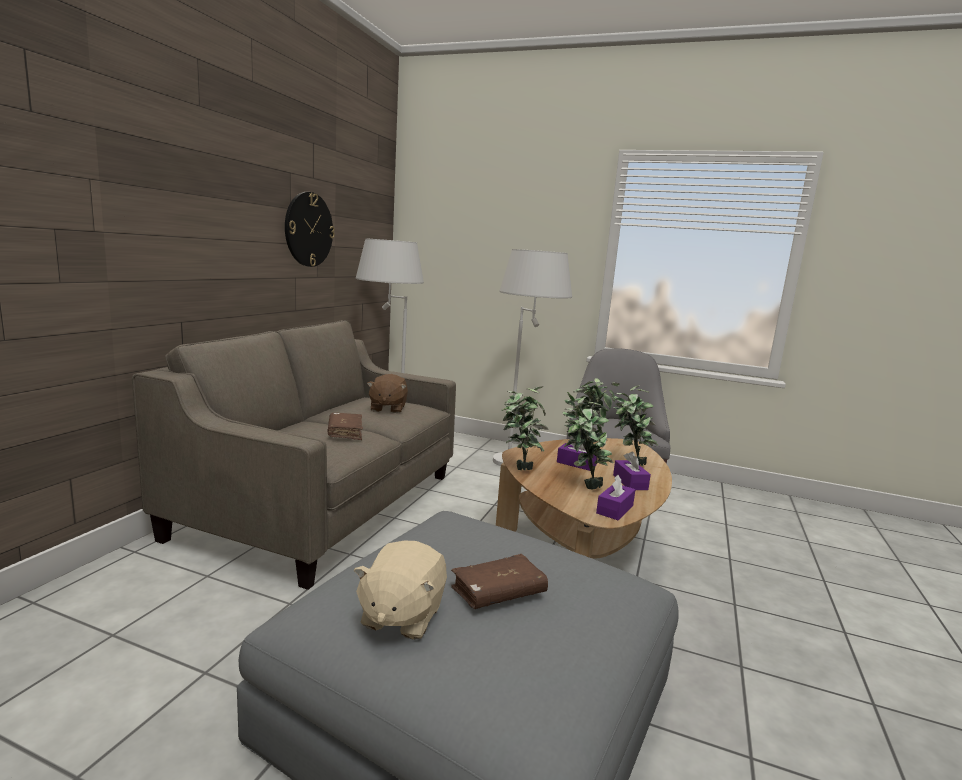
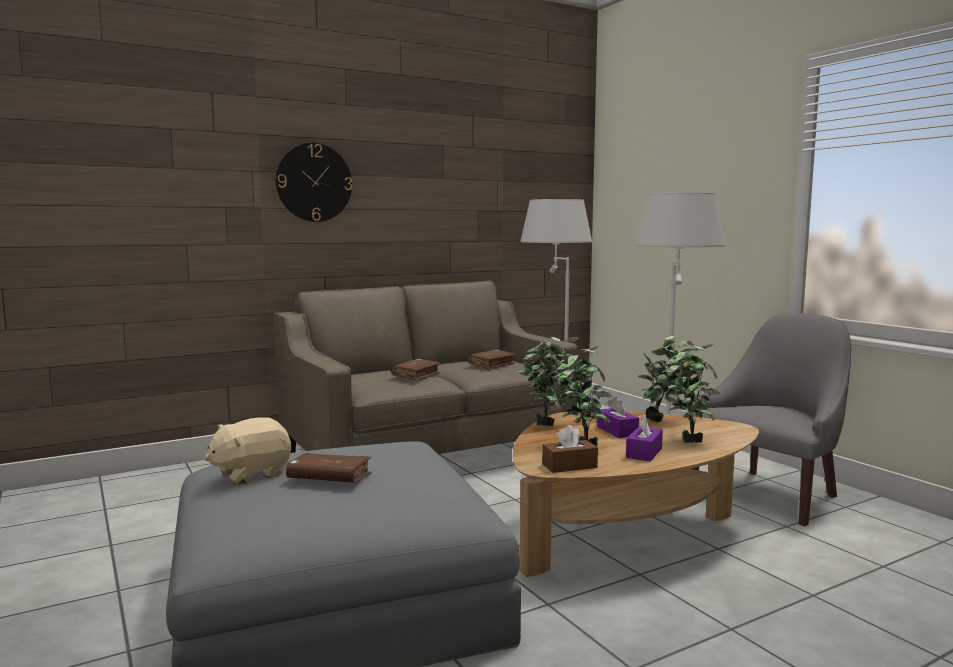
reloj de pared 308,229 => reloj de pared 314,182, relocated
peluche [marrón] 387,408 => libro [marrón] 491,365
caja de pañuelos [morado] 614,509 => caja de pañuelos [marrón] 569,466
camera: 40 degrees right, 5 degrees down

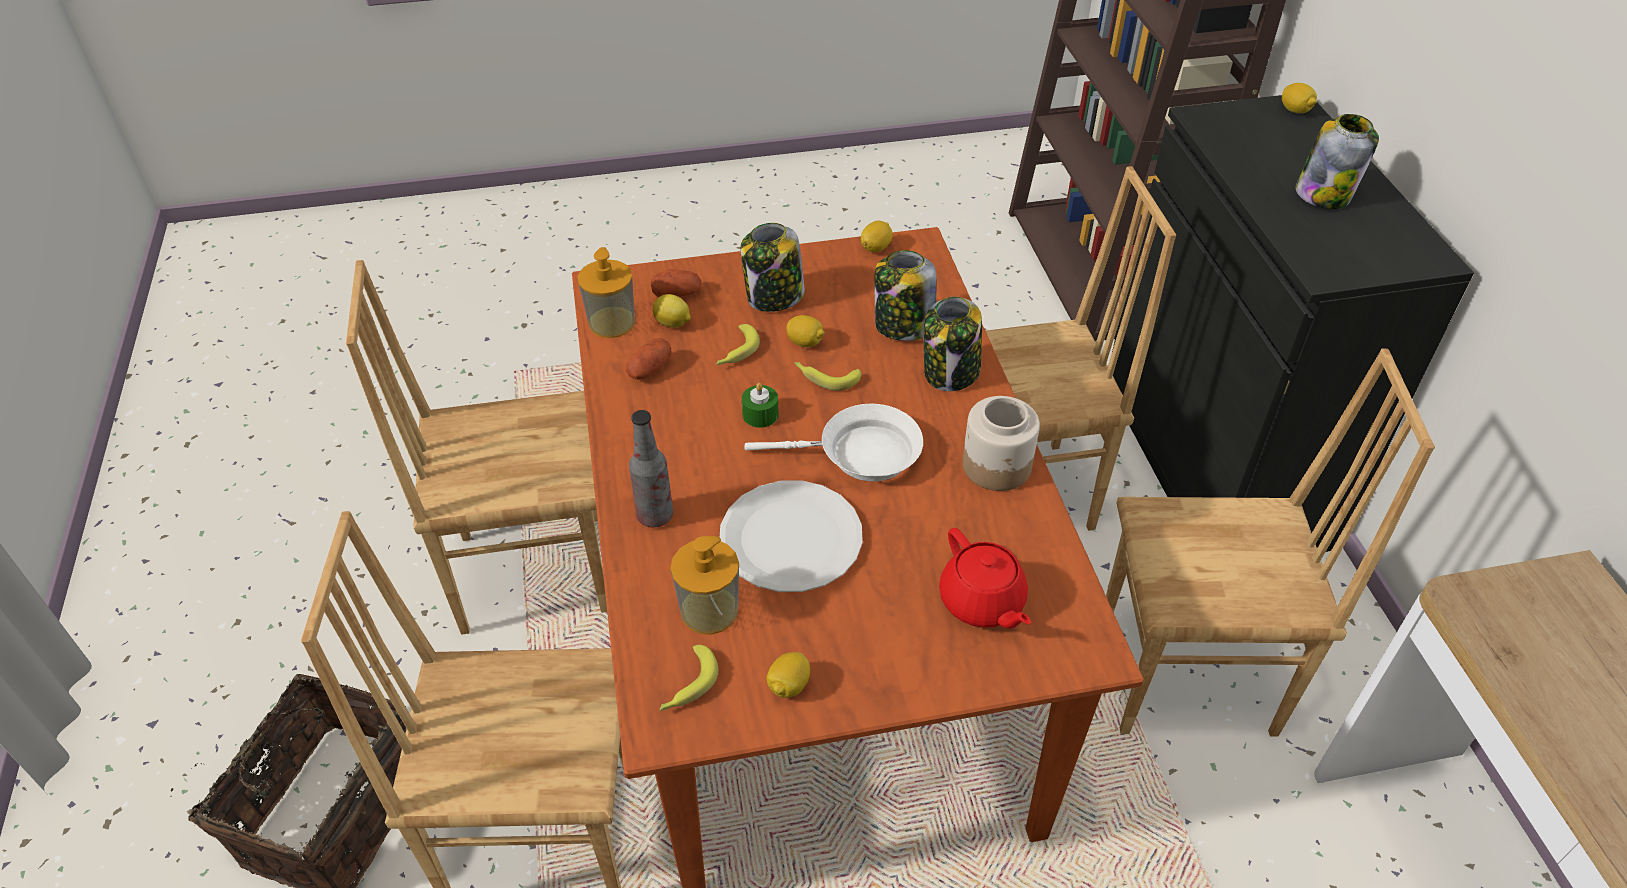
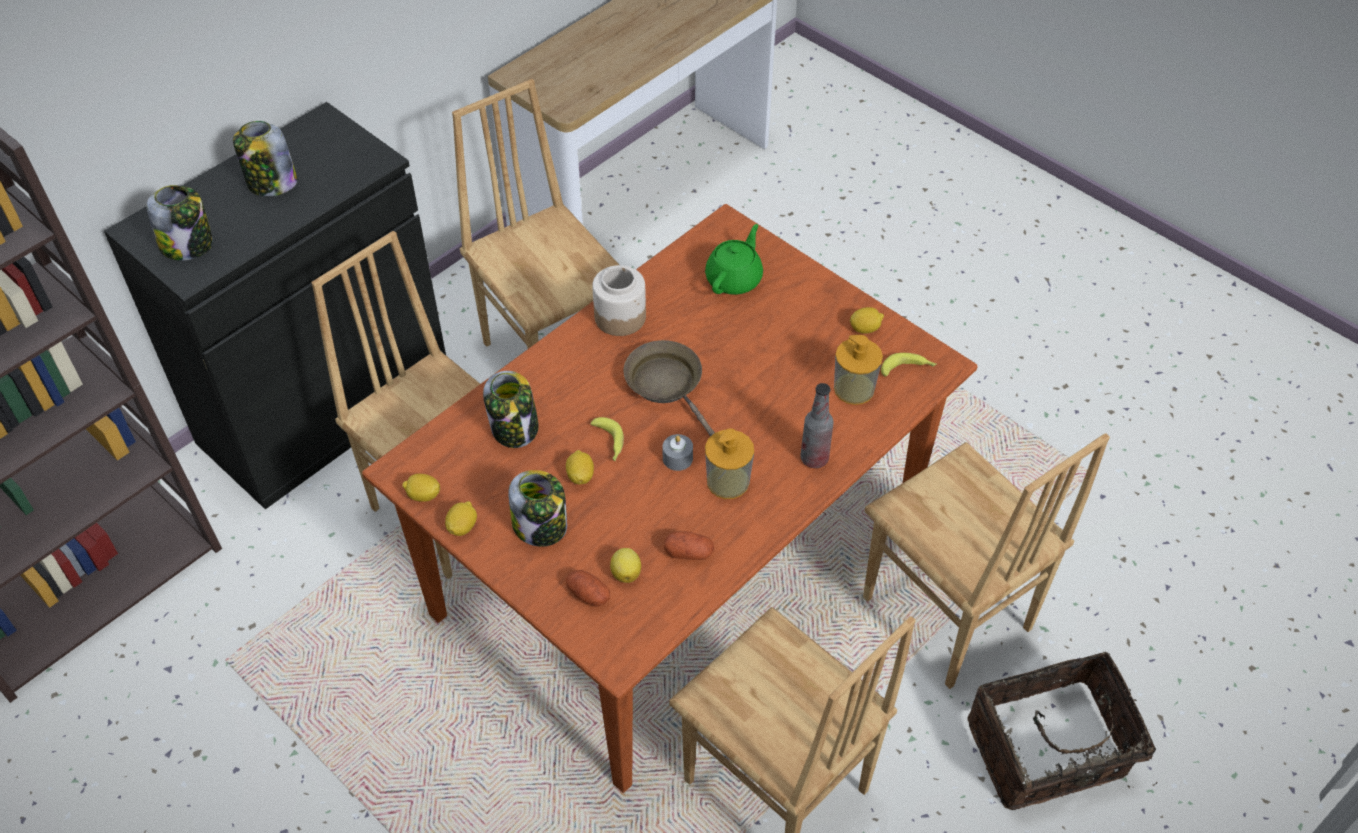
plátano 736,352 => nothing
plato [blanco] 790,539 => nothing
dispensador de jabón 612,322 => dispensador de jabón 728,481, relocated
tarro 951,372 => tarro 188,245, relocated
limón 1295,110 => limón 462,526, relocated
vela [verde] 760,414 => vela [gris] 677,458
sartén [blanco] 861,454 => sartén [marrón] 668,385
tetera [rojo] 982,602 => tetera [verde] 734,279
camera: 125 degrees left, 5 degrees up

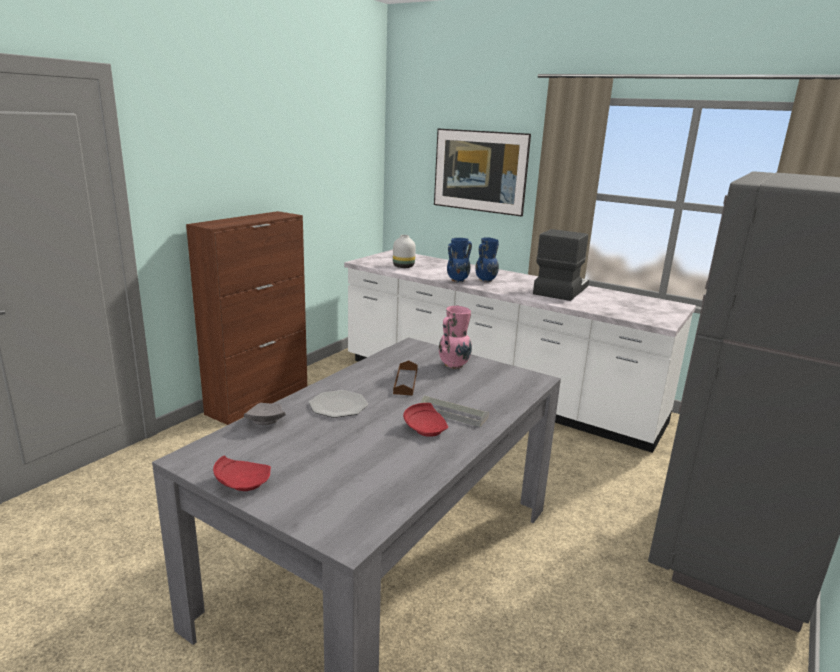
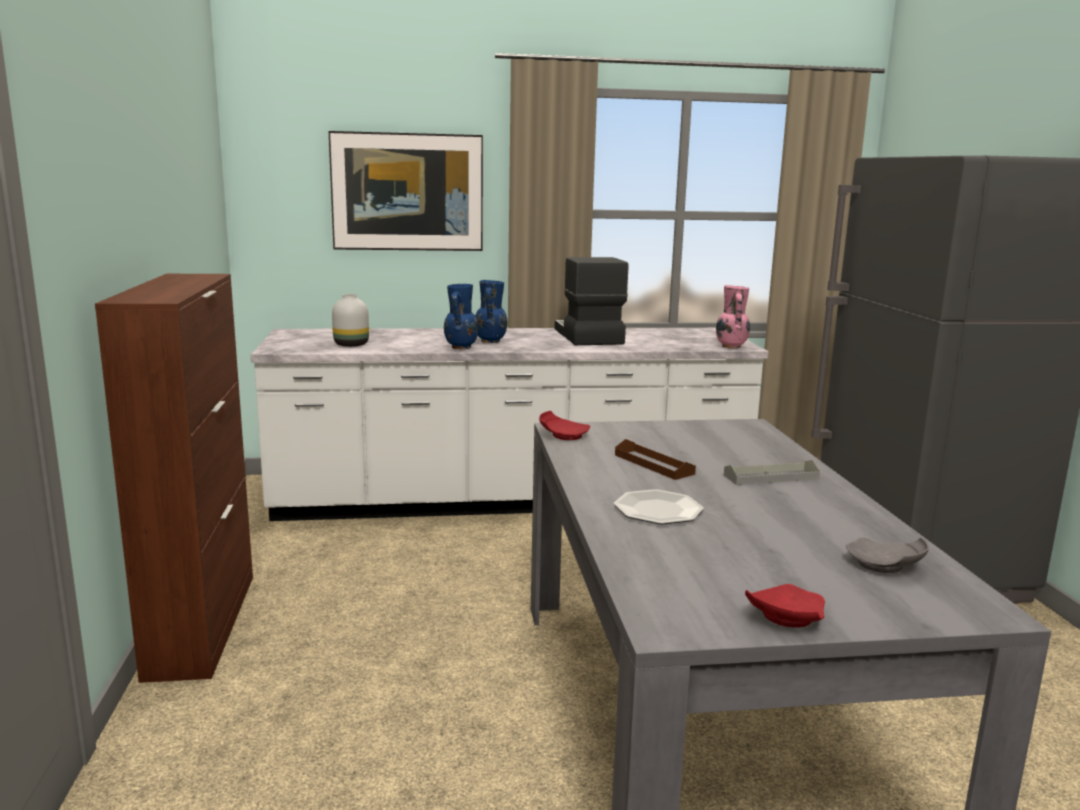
plato [gris] 265,421 => plato [gris] 885,567, relocated
plato [rojo] 426,428 => plato [rojo] 563,435, relocated
florero [rosa] 454,365 => florero [rosa] 731,347, relocated
camera: 40 degrees left, 5 degrees down

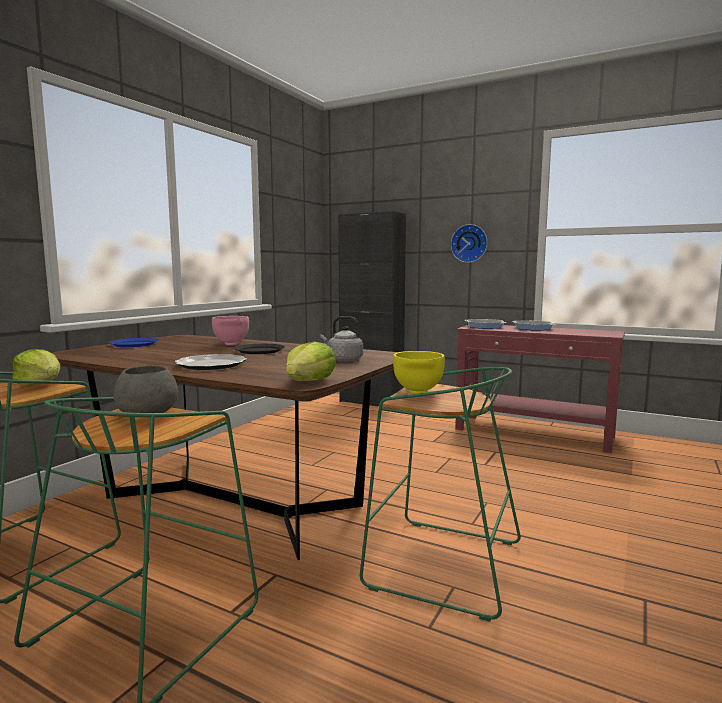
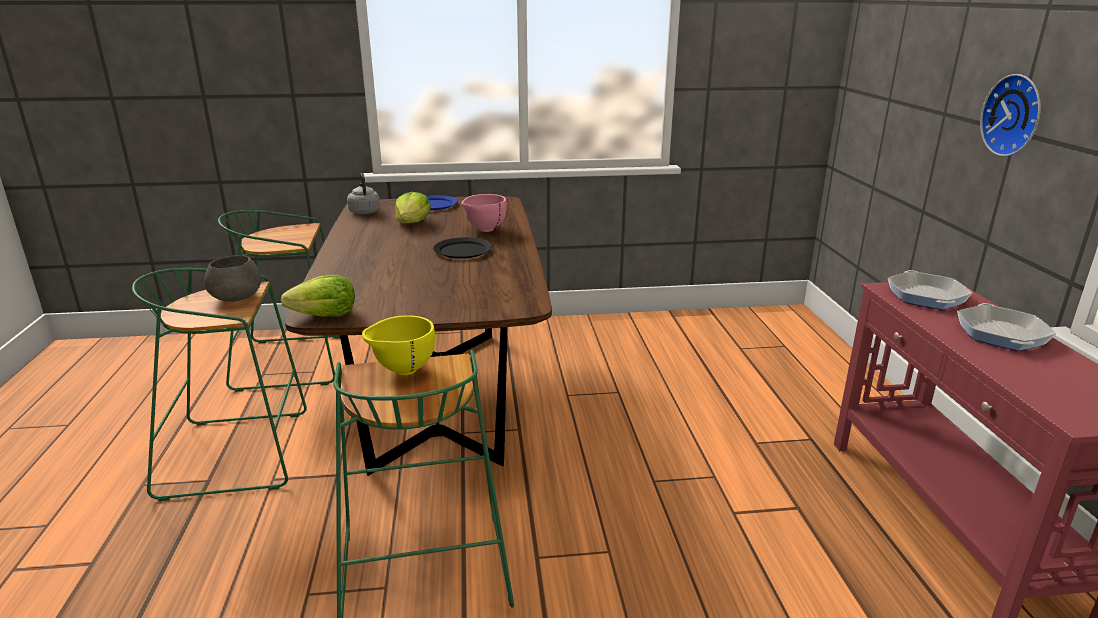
plato 211,365 => nothing
armario [negro] 371,402 => nothing
lechuga 40,384 => lechuga 412,223, relocated
hervidor [gris] 343,360 => hervidor [gris] 364,211, relocated
camera: 55 degrees right, 15 degrees up

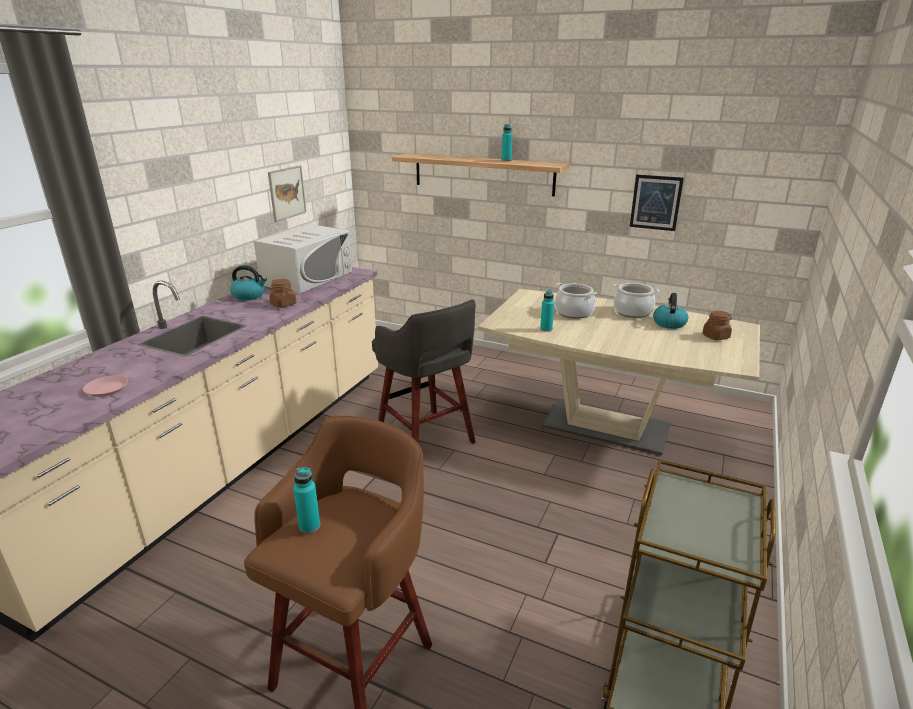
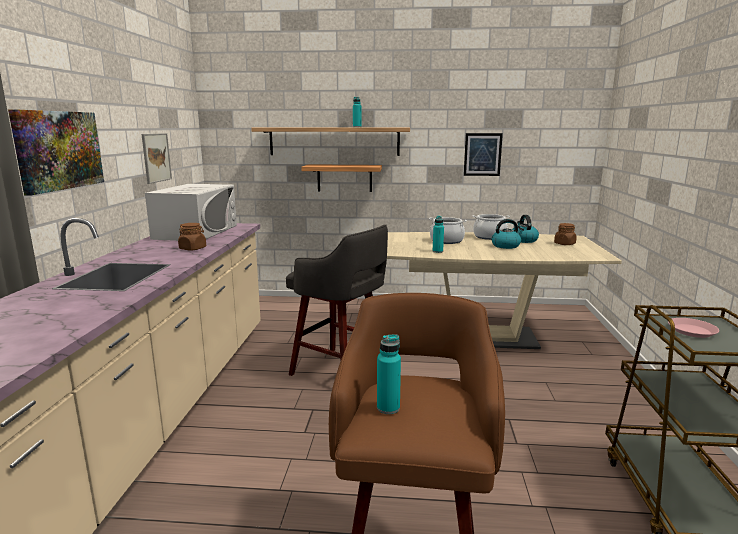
nothing => cuadro 59,150
nothing => estante 344,178
plato [rosa] 107,389 => plato [rosa] 692,331, relocated
hervidor 249,296 => hervidor 506,246, relocated
camera: 20 degrees left, 10 degrees down

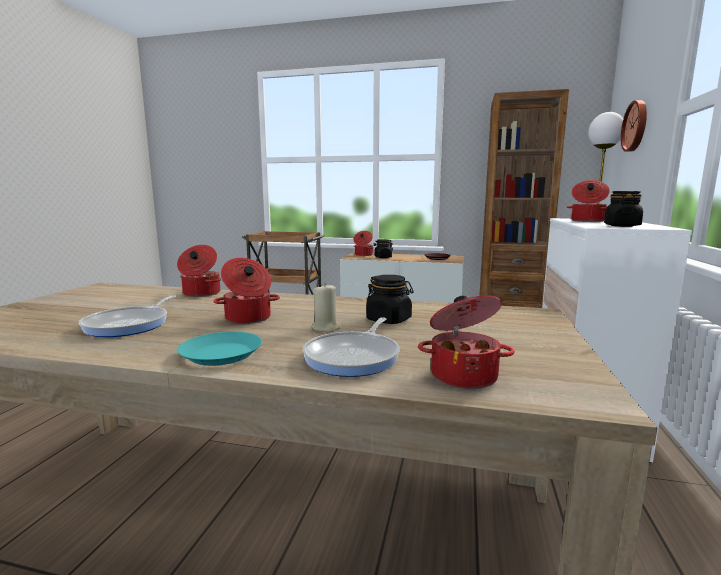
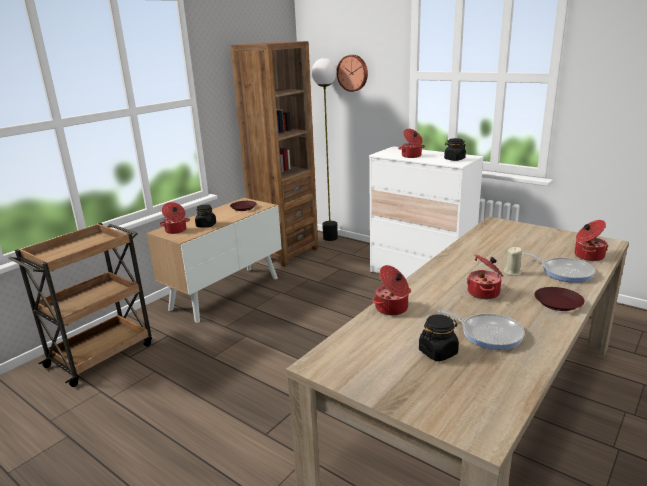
tarro [negro] 389,320 => tarro [negro] 438,352, relocated
plato [turquesa] 220,354 => plato [marrón] 558,303
camera: 65 degrees left, 10 degrees up

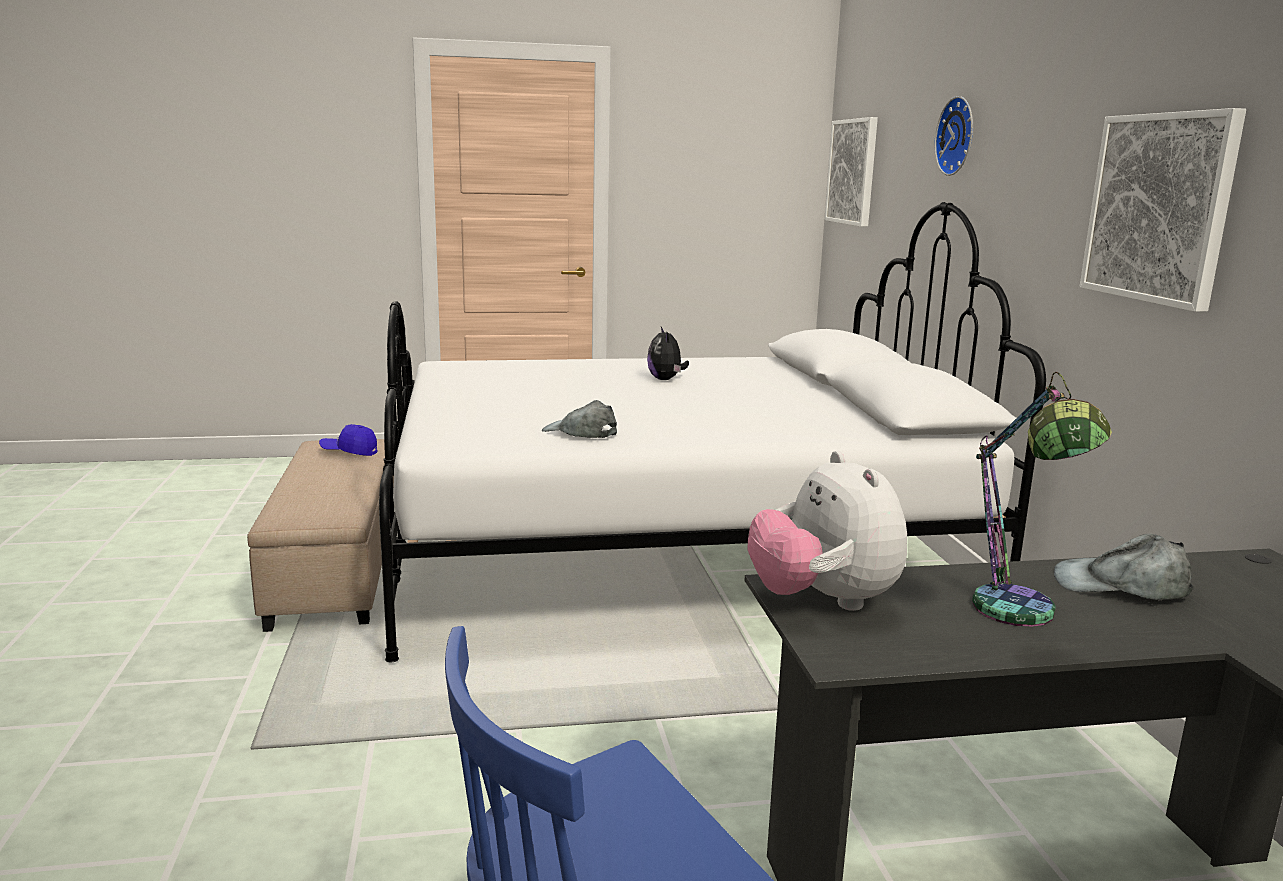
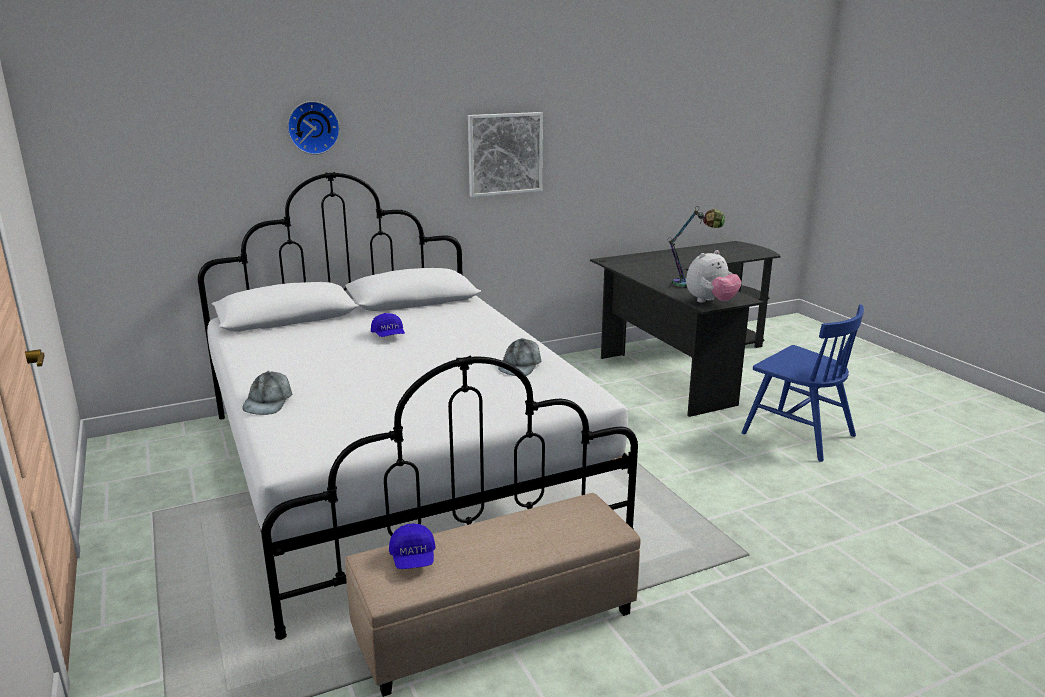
peluche 666,379 => nothing
cuadro 852,172 => nothing
nothing => gorra [azul] 389,335
gorra [gris] 1121,585 => gorra [gris] 268,401, relocated
camera: 105 degrees left, 5 degrees up

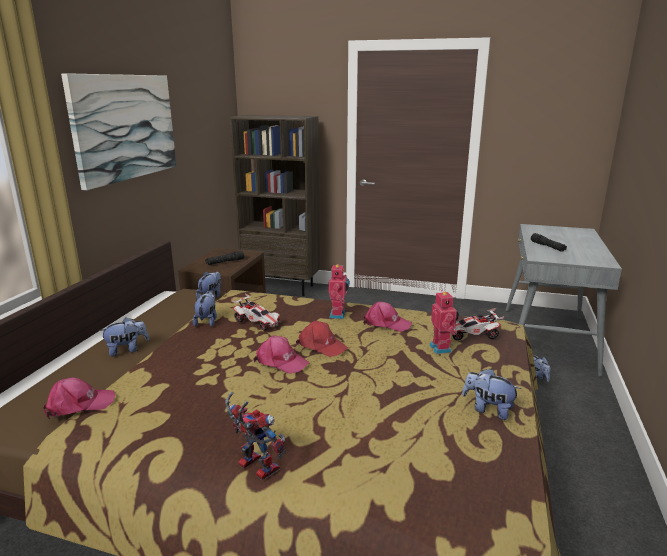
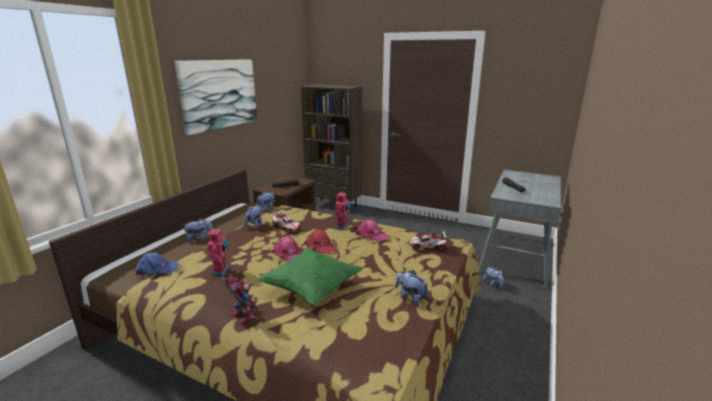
nothing => cojín [verde] 311,289
robot de juguete 442,348 => robot de juguete 221,271, relocated
gorra [rosa] 79,404 => gorra [azul] 157,269
camera: 10 degrees right, 0 degrees up

